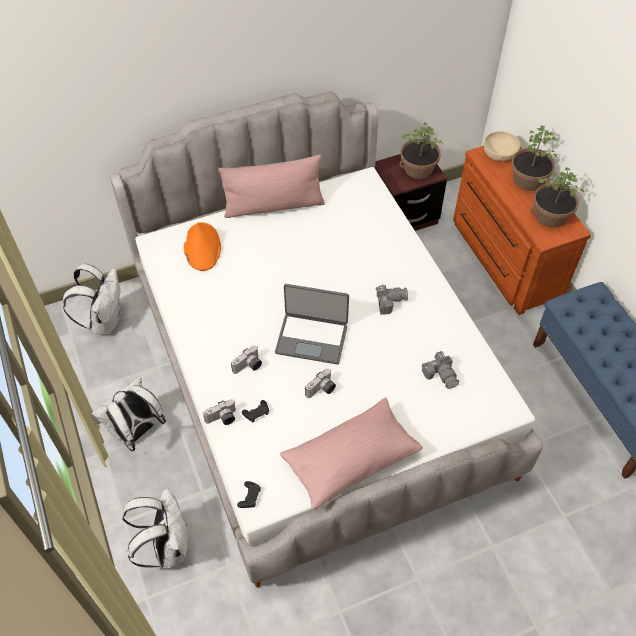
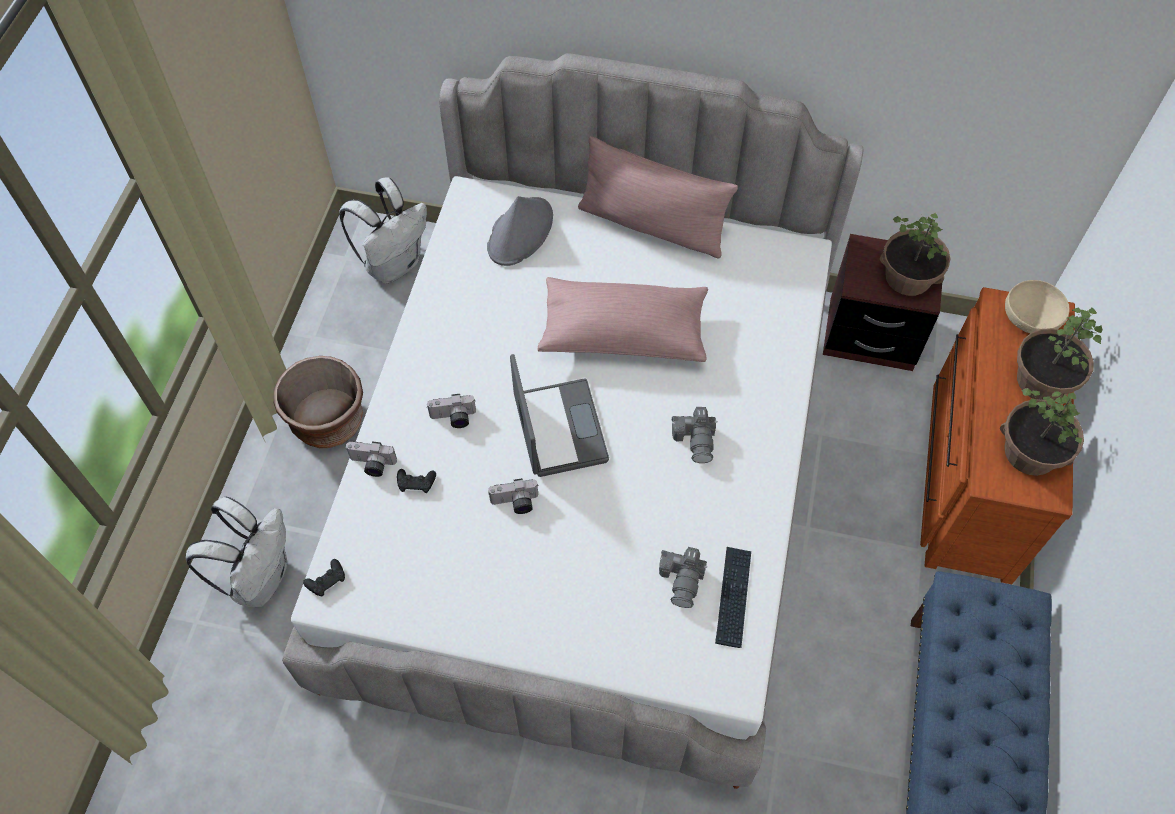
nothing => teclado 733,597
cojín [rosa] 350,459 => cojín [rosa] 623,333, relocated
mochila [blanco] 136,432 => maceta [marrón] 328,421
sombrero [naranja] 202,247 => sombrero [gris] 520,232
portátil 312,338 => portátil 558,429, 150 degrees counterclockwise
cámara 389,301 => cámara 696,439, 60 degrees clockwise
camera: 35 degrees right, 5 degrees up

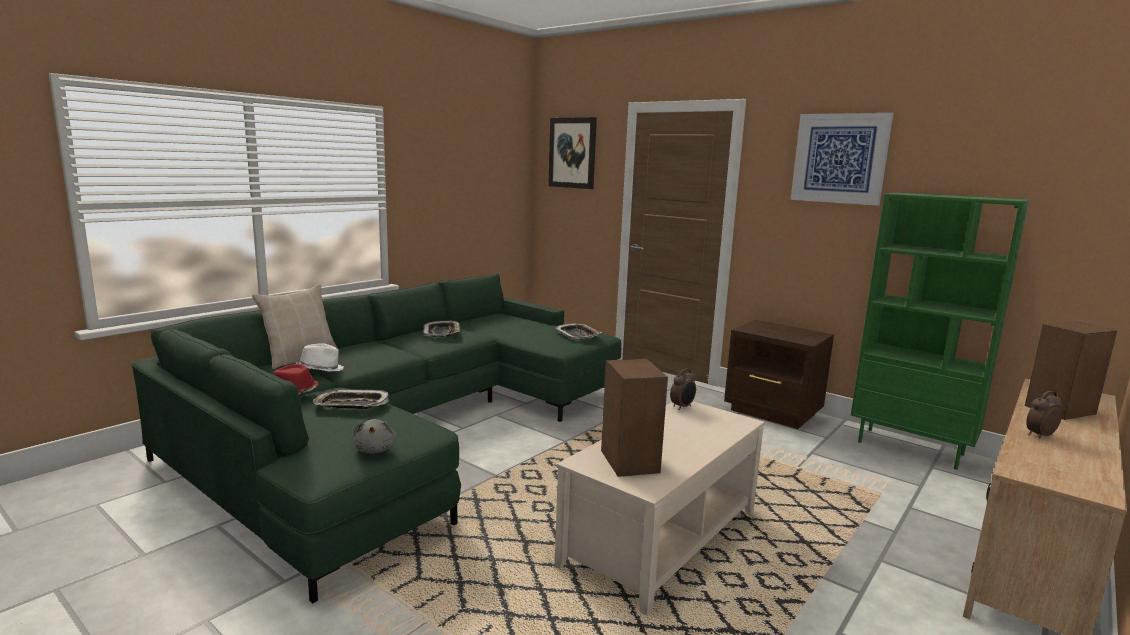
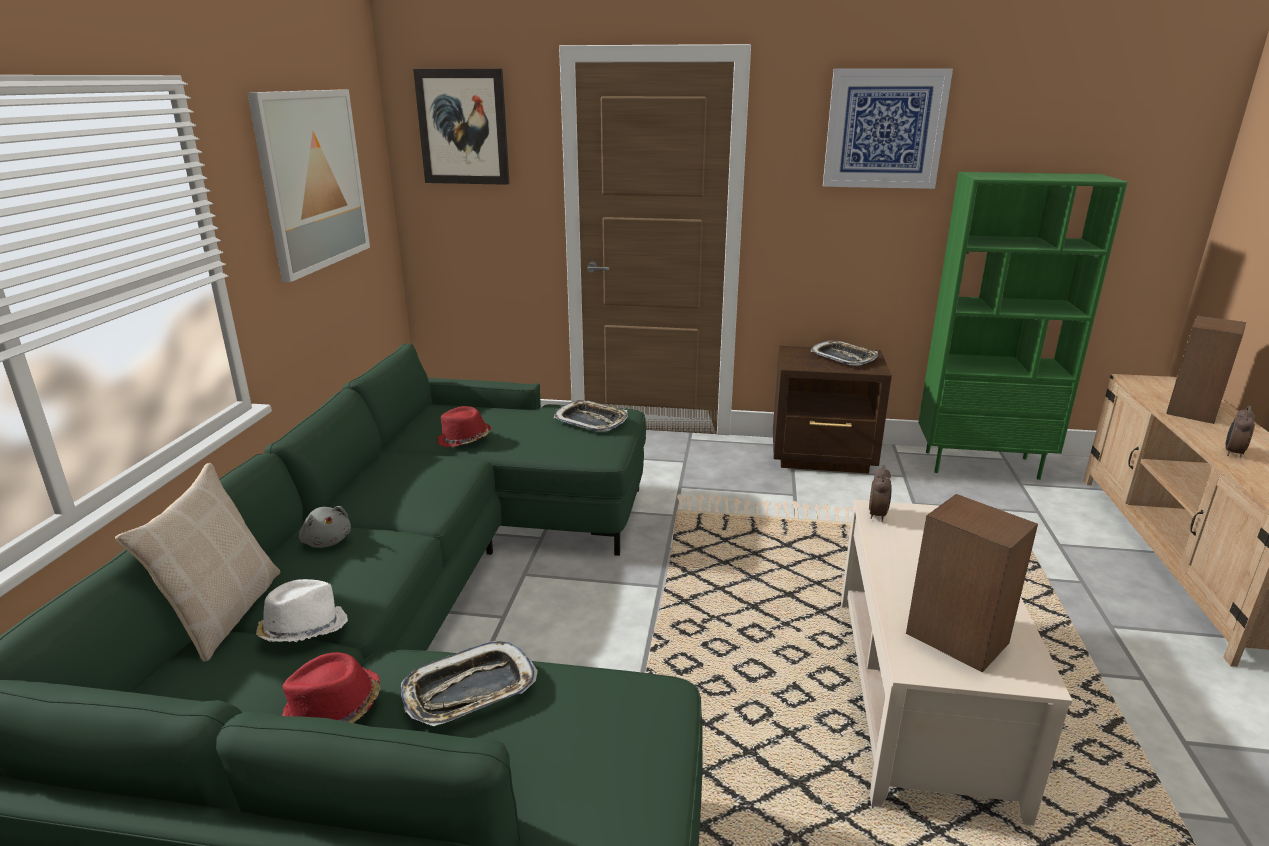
nothing => cuadro 312,180
nothing => sombrero [rojo] 464,440
peluche [gris] 375,450 => peluche [gris] 327,541, relocated
bandeja 442,332 => bandeja 843,358, relocated
camera: 30 degrees left, 10 degrees up

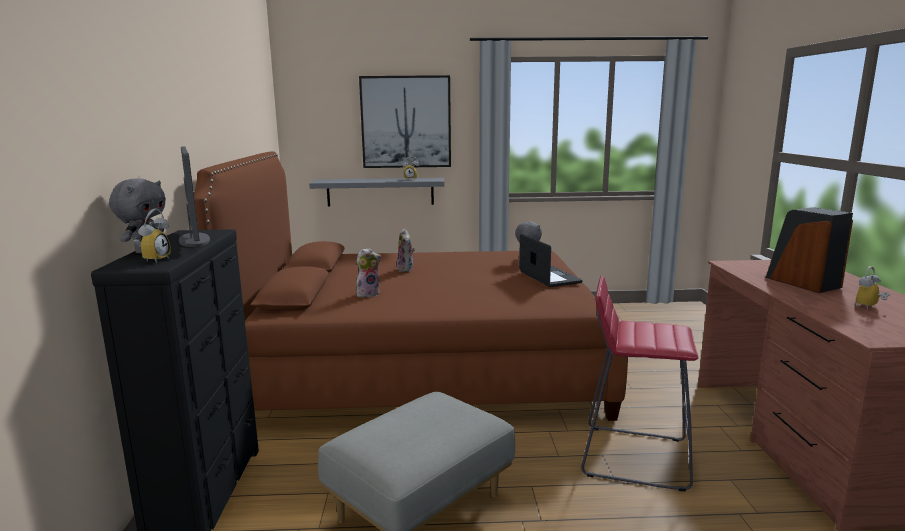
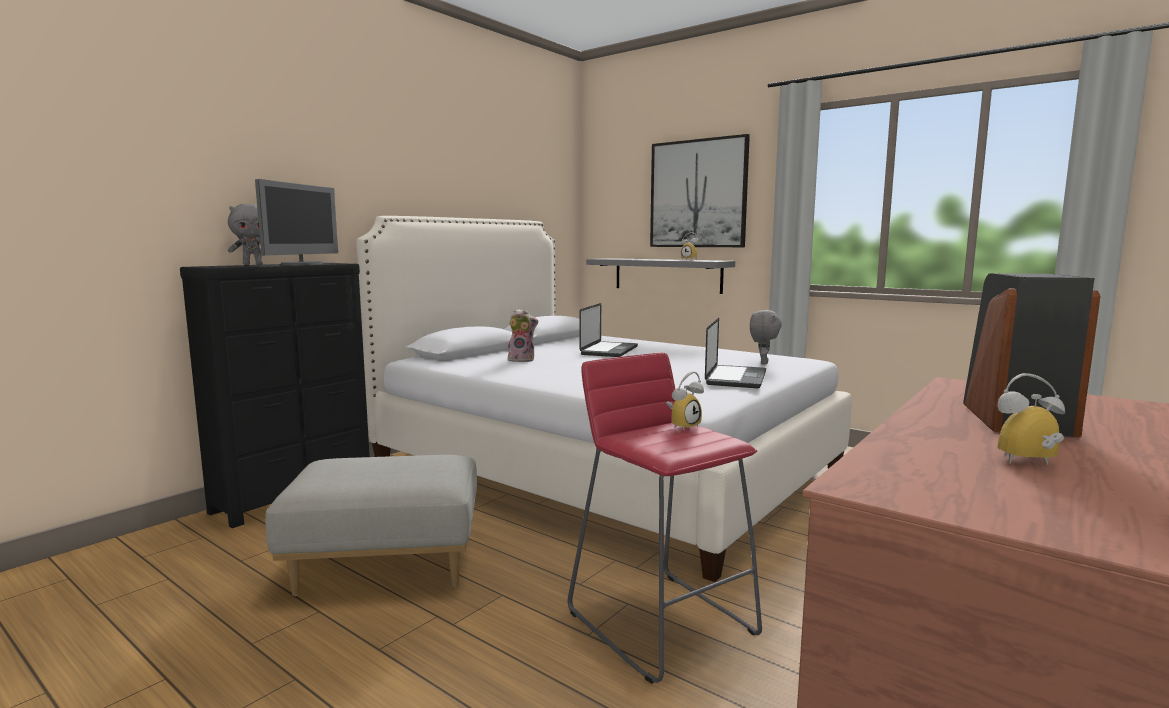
despertador 154,259 => despertador 683,426, relocated
peluche 406,269 => portátil 609,350
cama [marrón] 422,367 => cama [blanco] 602,467
camera: 40 degrees right, 5 degrees down

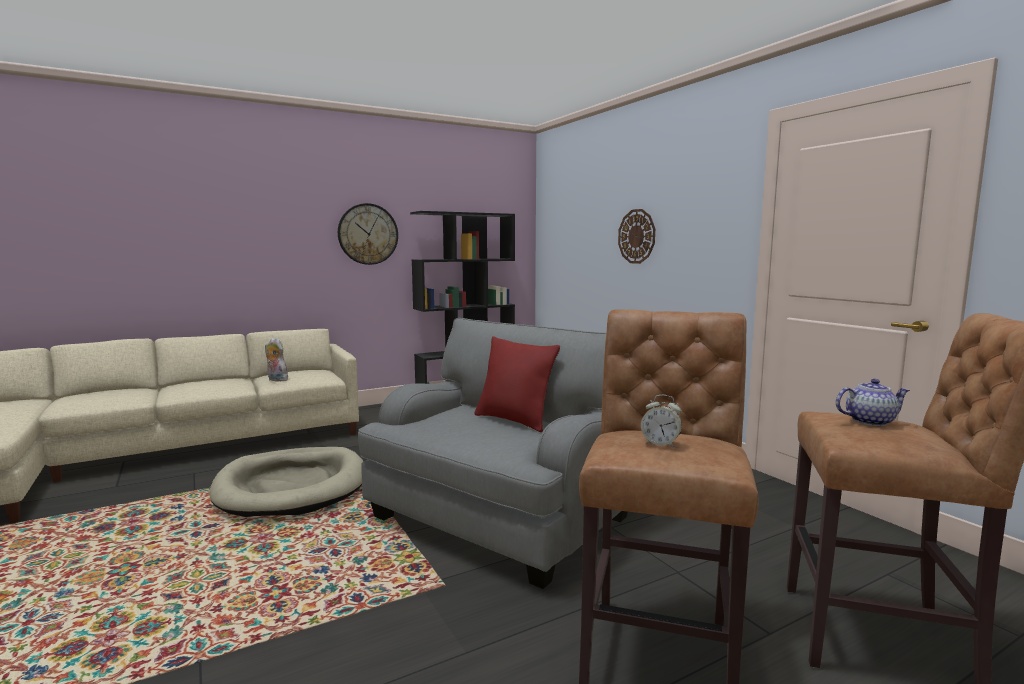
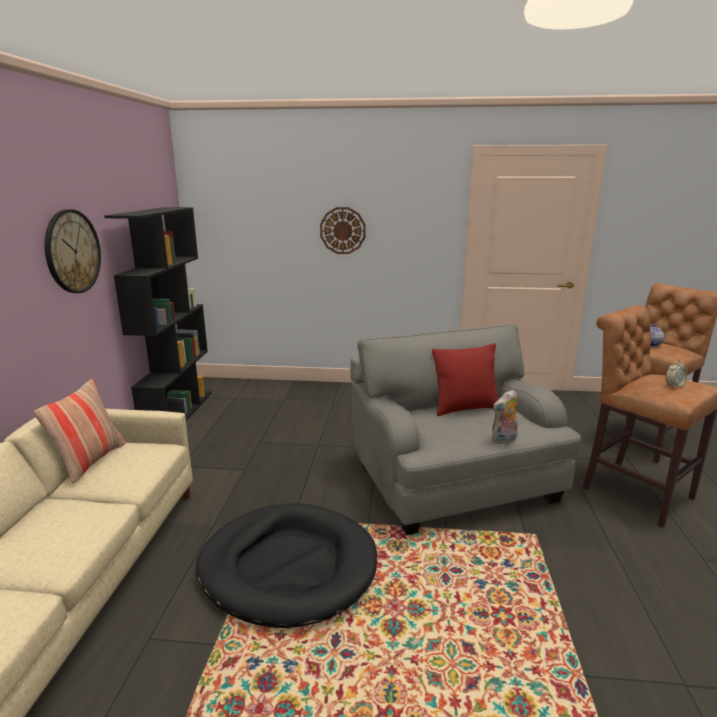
nothing => cojín 90,461
peluche 276,380 => peluche 504,440, relocated
cama para perro [beis] 292,487 => cama para perro [negro] 288,567
camera: 55 degrees left, 10 degrees up

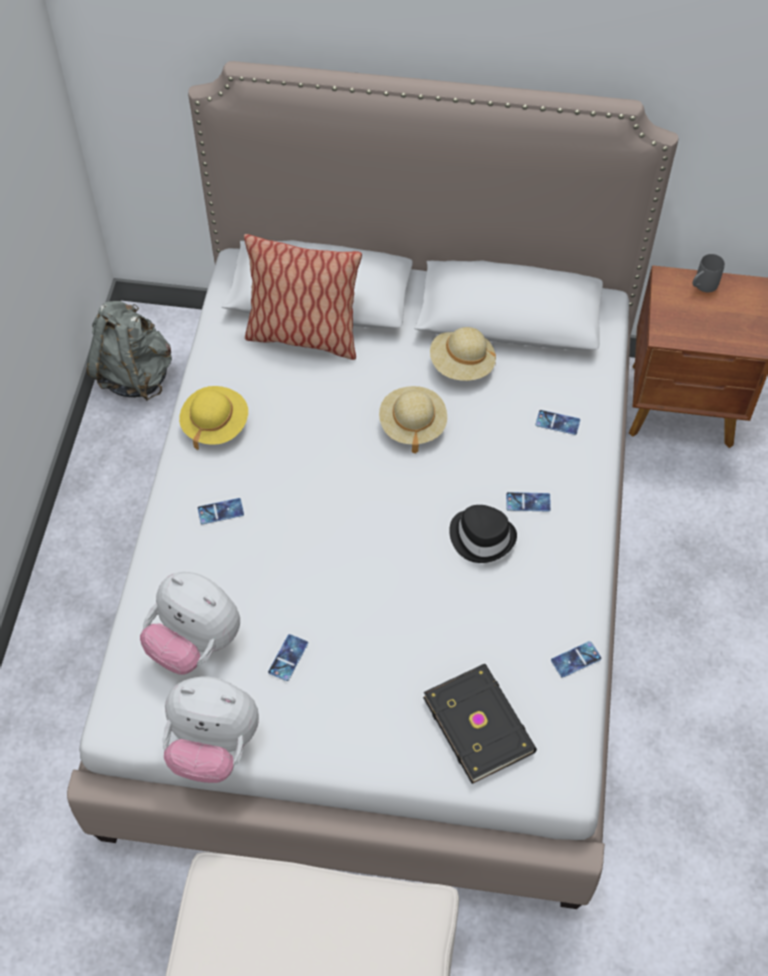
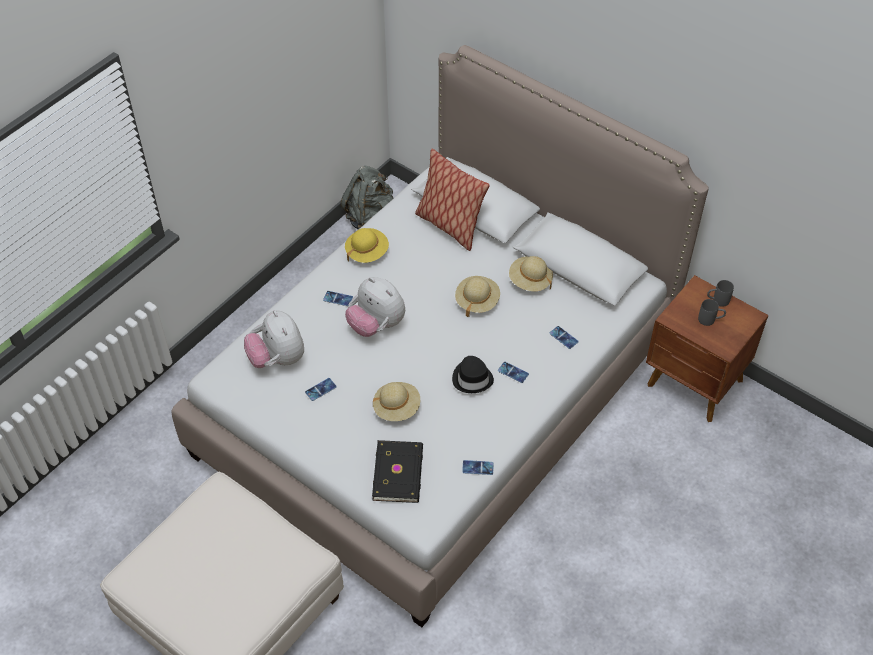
nothing => sombrero [beis] 397,408
nothing => taza grande [gris] 710,320
peluche 213,746 => peluche 376,325, relocated
camera: 30 degrees right, 5 degrees down

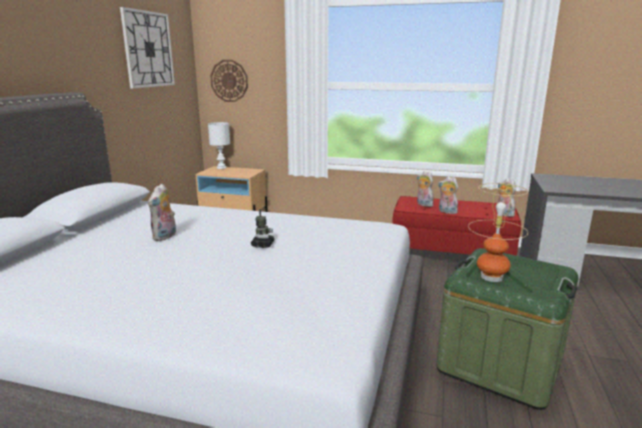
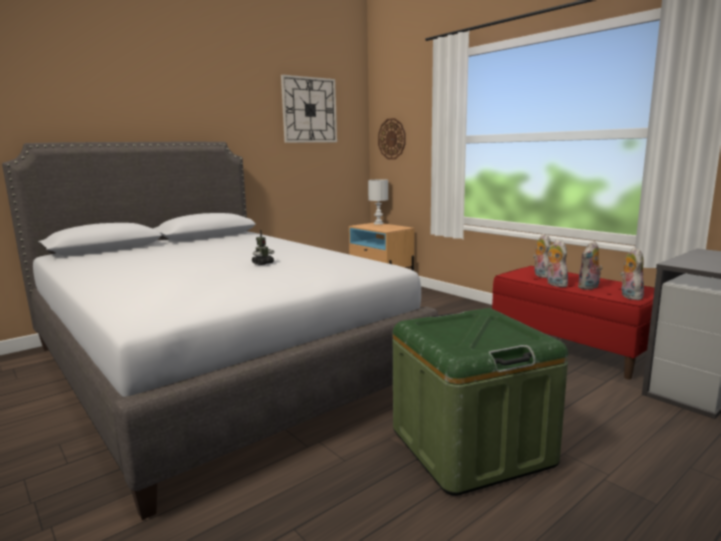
lámpara de mesa 492,277 => nothing
peluche 165,237 => peluche 589,287, relocated
camera: 35 degrees right, 5 degrees down

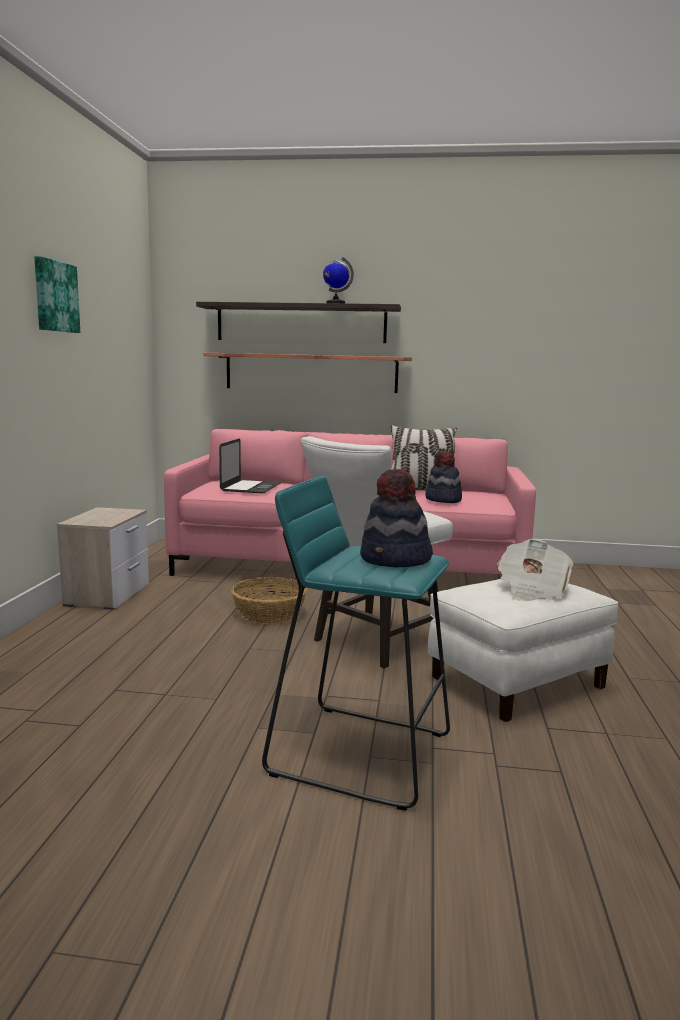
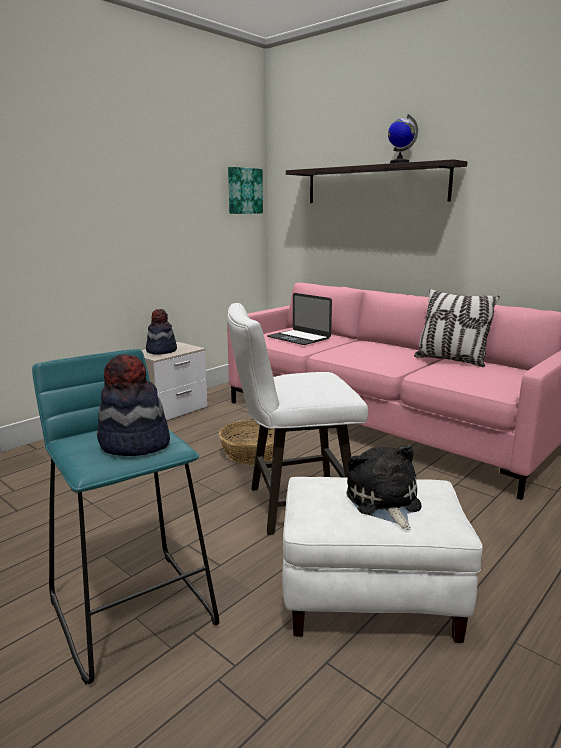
estante 311,373 => nothing
cuadro 55,296 => cuadro 244,191, relocated
sombrero 443,500 => sombrero 161,351, relocated
periódico 532,590 => peluche 384,502
portátil 250,487 => portátil 298,337, 90 degrees clockwise
camera: 35 degrees right, 5 degrees up

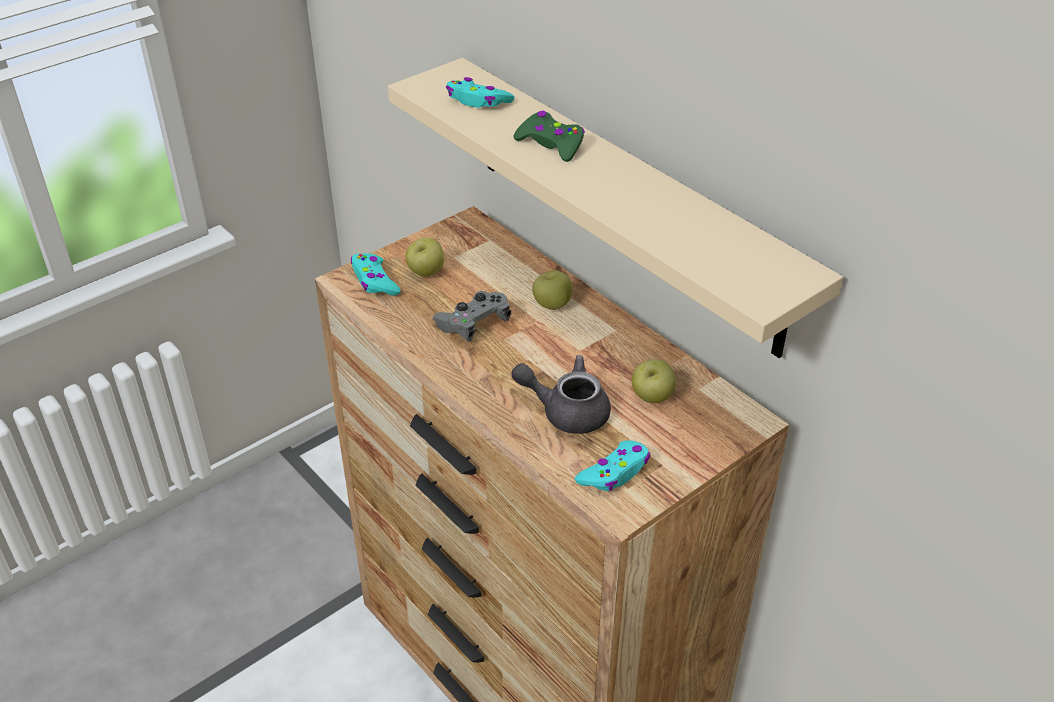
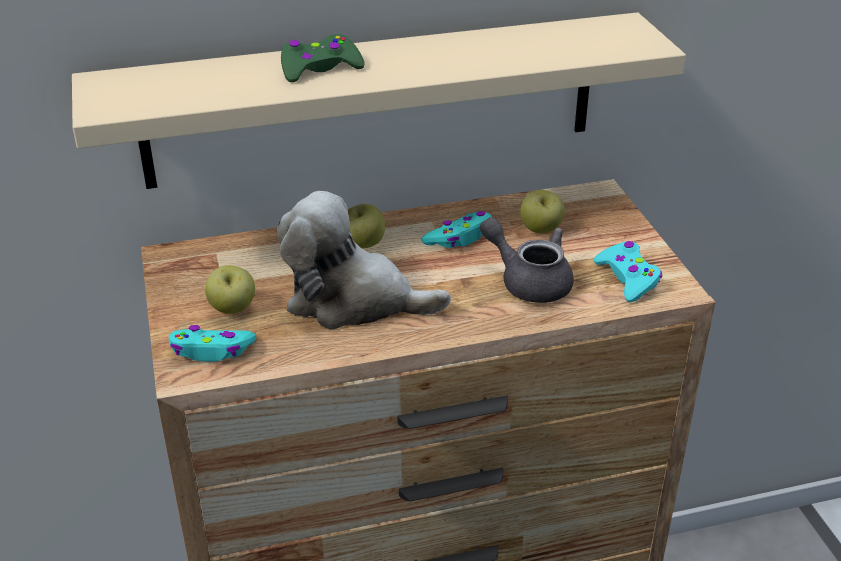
mando de consola [turquesa] 478,101 => mando de consola [turquesa] 460,238, relocated
mando de consola [gris] 473,324 => peluche 353,300
tetera [gris] 566,411 => tetera [gris] 529,281, 90 degrees clockwise
camera: 65 degrees left, 5 degrees down

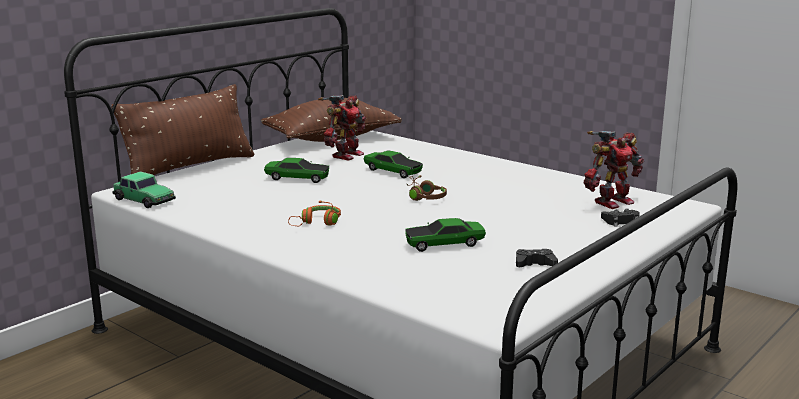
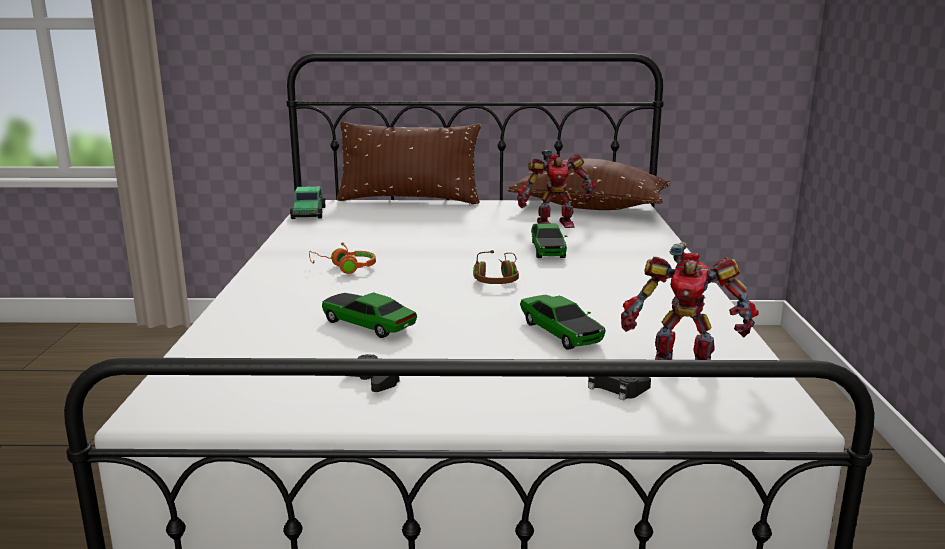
coche de juguete 297,178 => coche de juguete 560,332, relocated
camera: 50 degrees right, 0 degrees up

